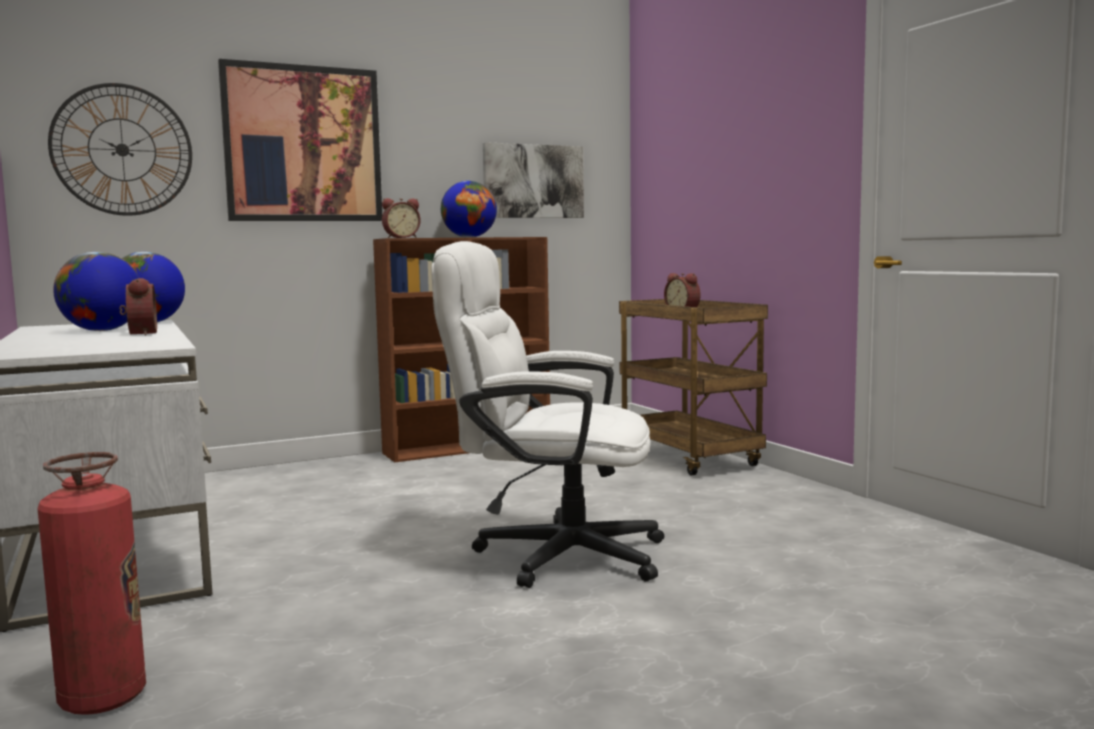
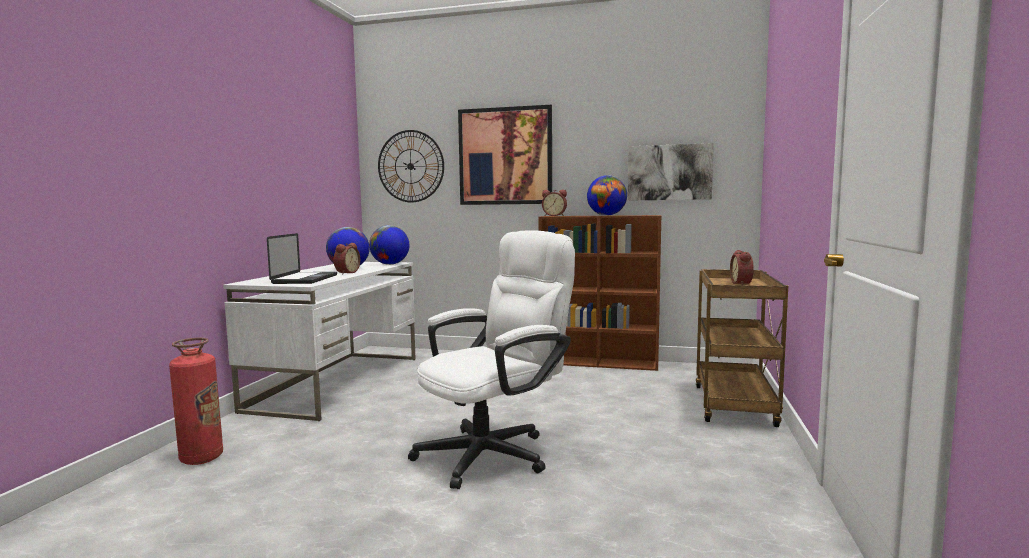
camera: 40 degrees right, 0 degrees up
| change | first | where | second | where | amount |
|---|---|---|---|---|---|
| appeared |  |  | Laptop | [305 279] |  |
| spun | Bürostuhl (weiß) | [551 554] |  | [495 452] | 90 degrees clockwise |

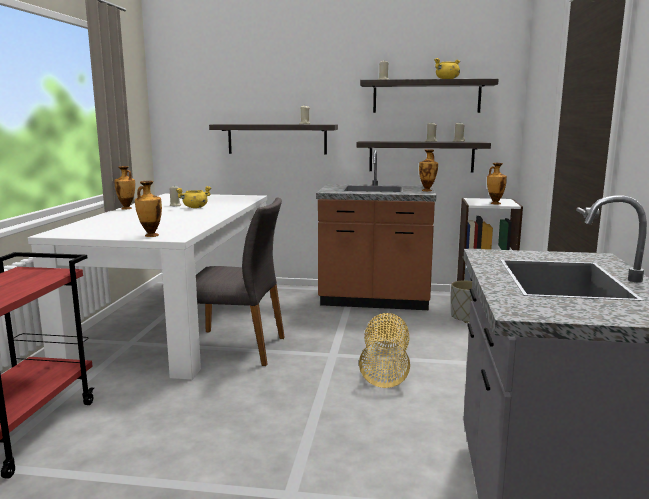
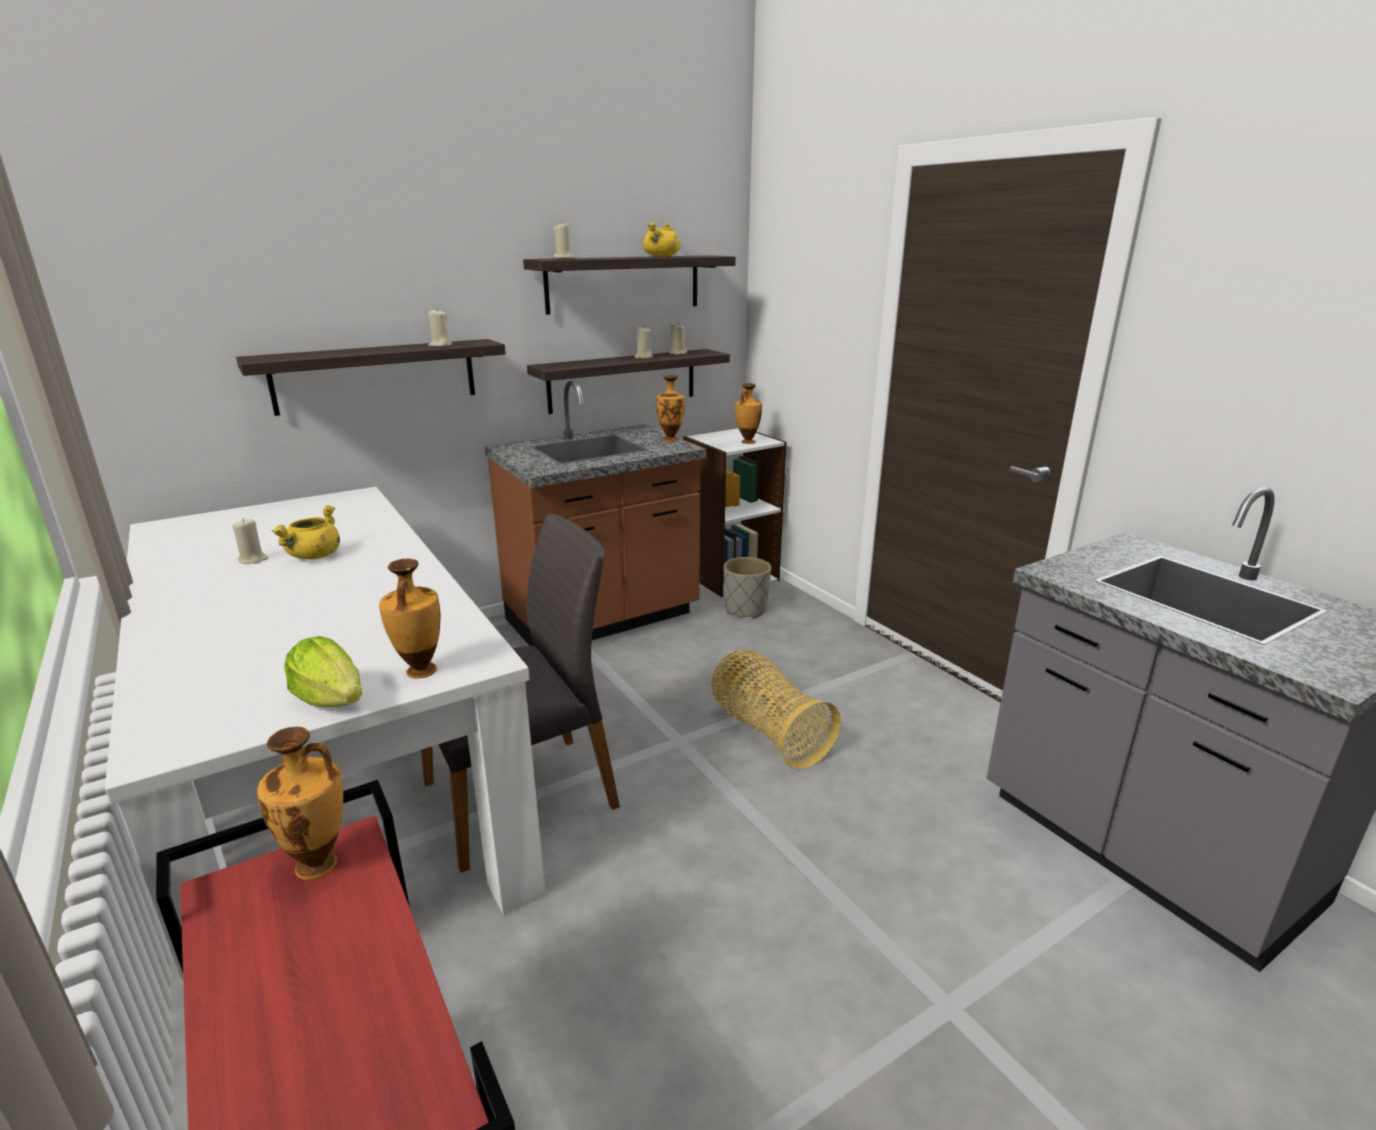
camera: 40 degrees left, 10 degrees up
| change | first | where | second | where | amount |
|---|---|---|---|---|---|
| relocated | Vase | [127 208] |  | [319 866] |  |
| appeared |  |  | Salatkopf | [331 699] |  |

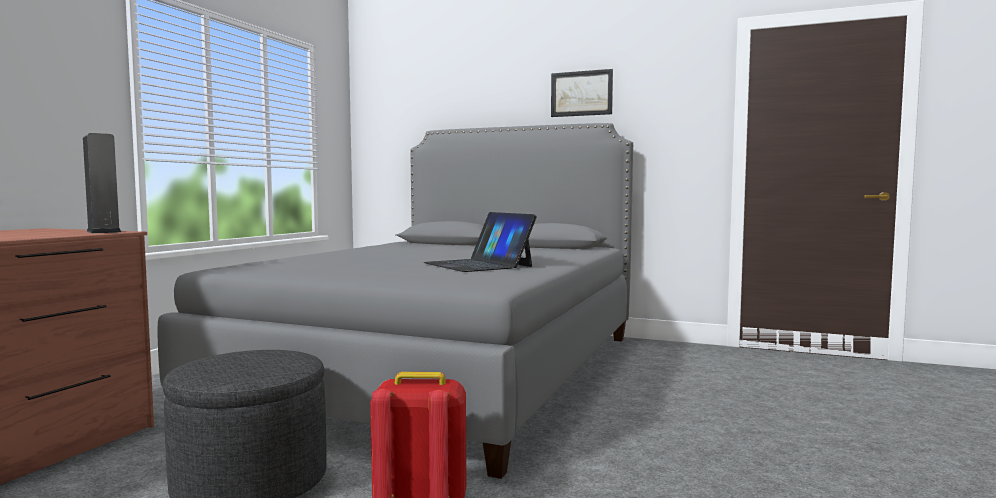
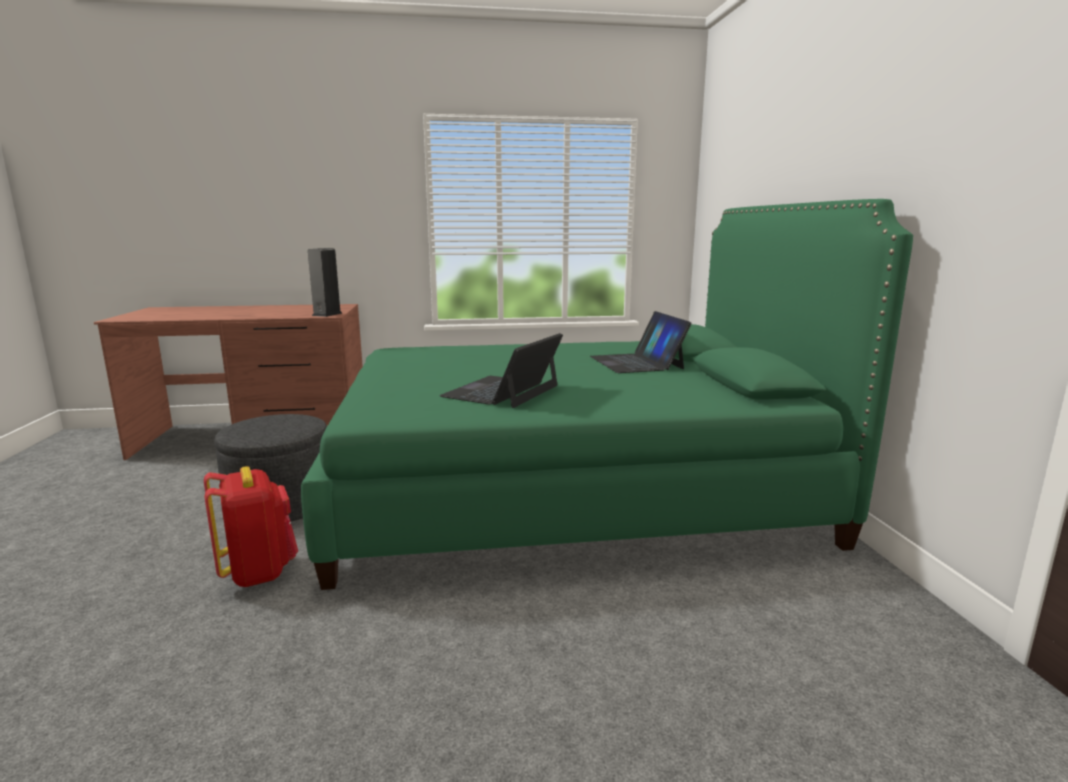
camera: 60 degrees right, 10 degrees up
| change | first | where | second | where | amount |
|---|---|---|---|---|---|
| colour | Bett (grau) | [444 369] | Bett (grün) | [569 488] |  |
| appeared |  |  | Laptop | [636 362] |  |
| missing | Bild | [581 93] |  |  |  |

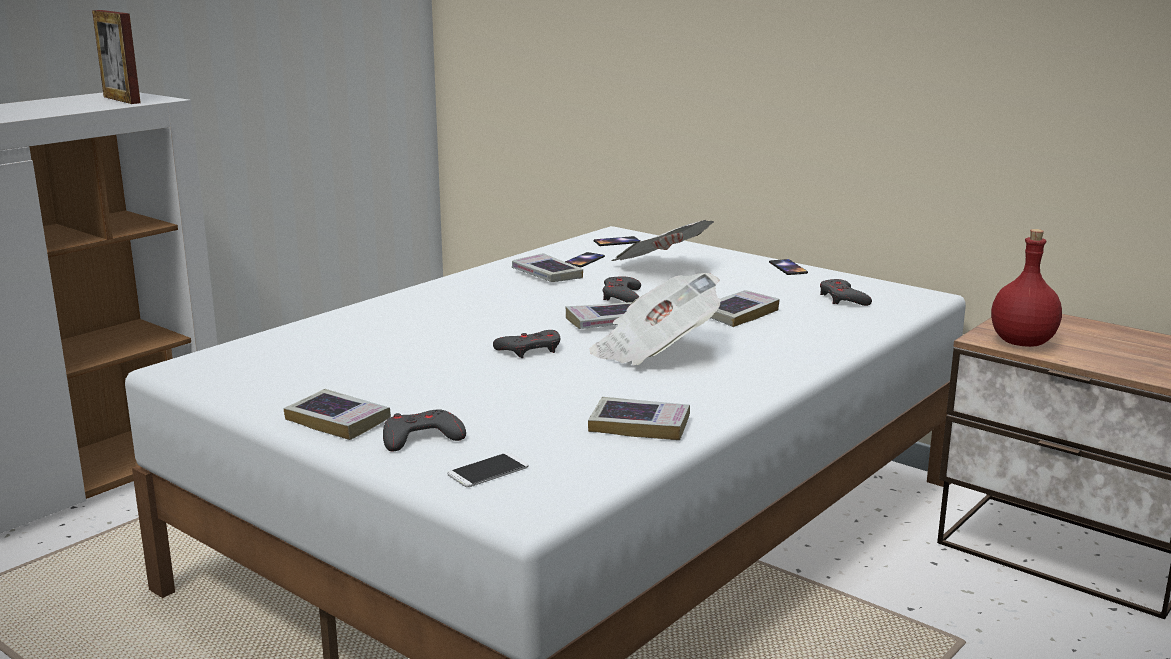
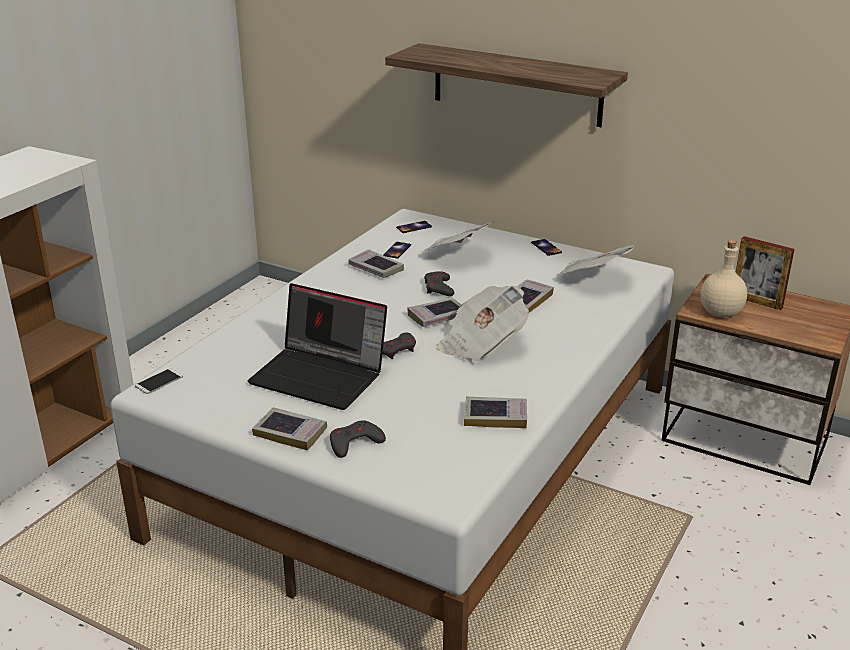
camera: 10 degrees left, 10 degrees up
| change | first | where | second | where | amount |
|---|---|---|---|---|---|
| relocated | Handy | [488 471] |  | [159 382] |  |
| appeared |  |  | Laptop | [321 376] |  |
| appeared |  |  | Wandregal | [516 85] |  |
| exchanged | Gamepad (grau) | [843 299] | Zeitung | [593 278] |  |
| colour | Flasche (rot) | [1022 342] | Flasche (beige) | [720 312] |  |
| relocated | Bilderrahmen | [121 100] |  | [757 301] |  |

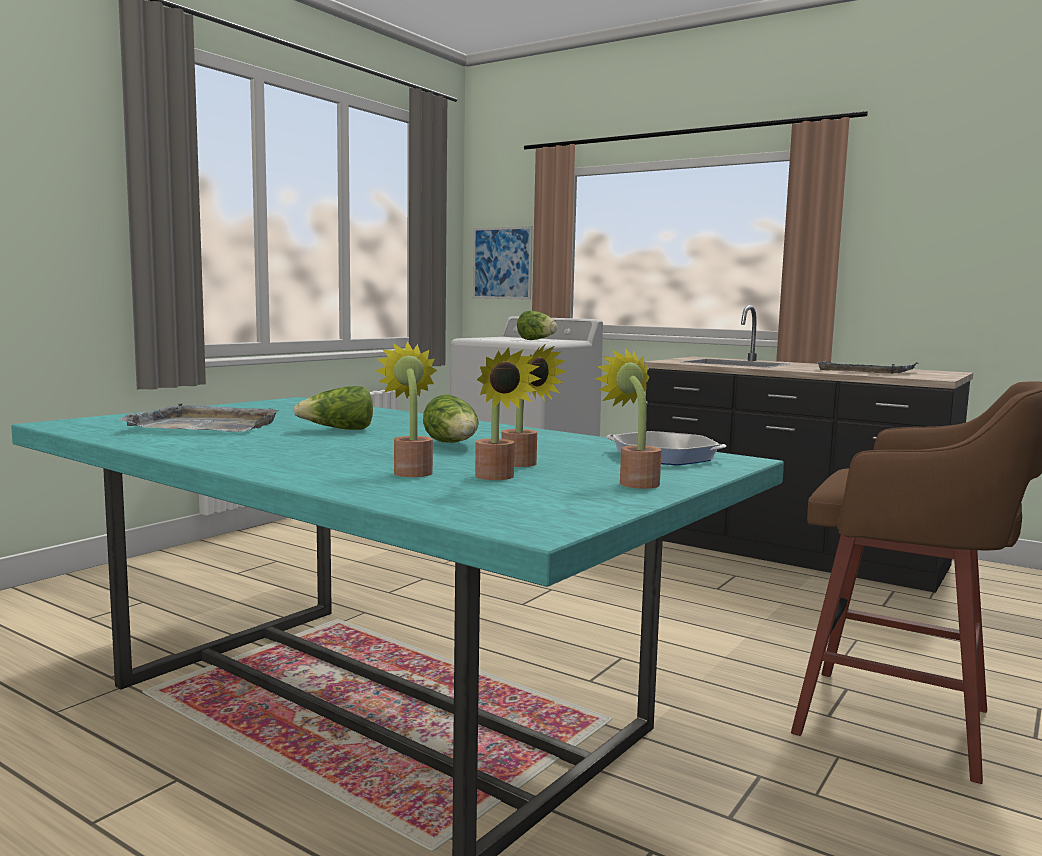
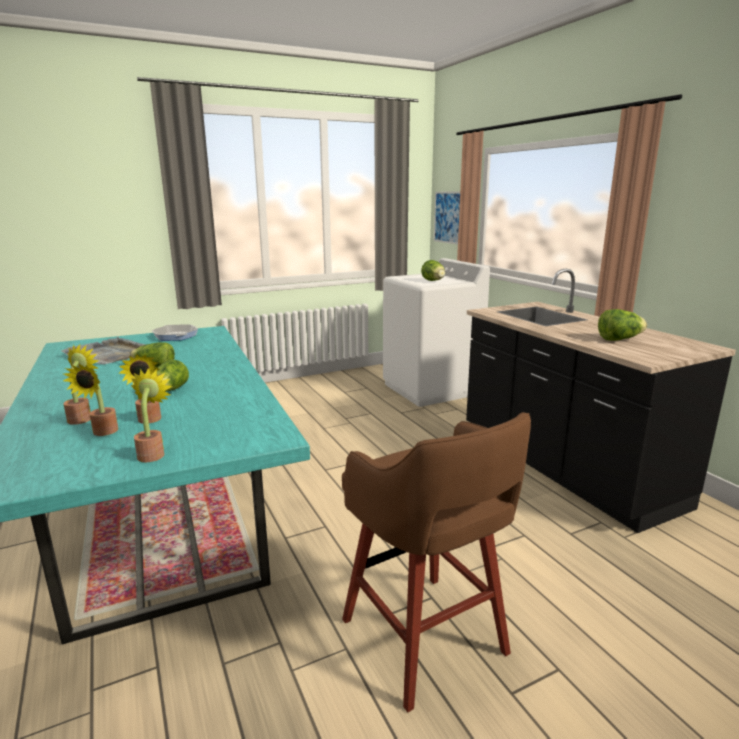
camera: 30 degrees right, 10 degrees up
| change | first | where | second | where | amount |
|---|---|---|---|---|---|
| relocated | Pfanne | [664 456] |  | [175 336] |  |
| exchanged | Tablett (grau) | [867 371] | Salatkopf | [619 339] |  |

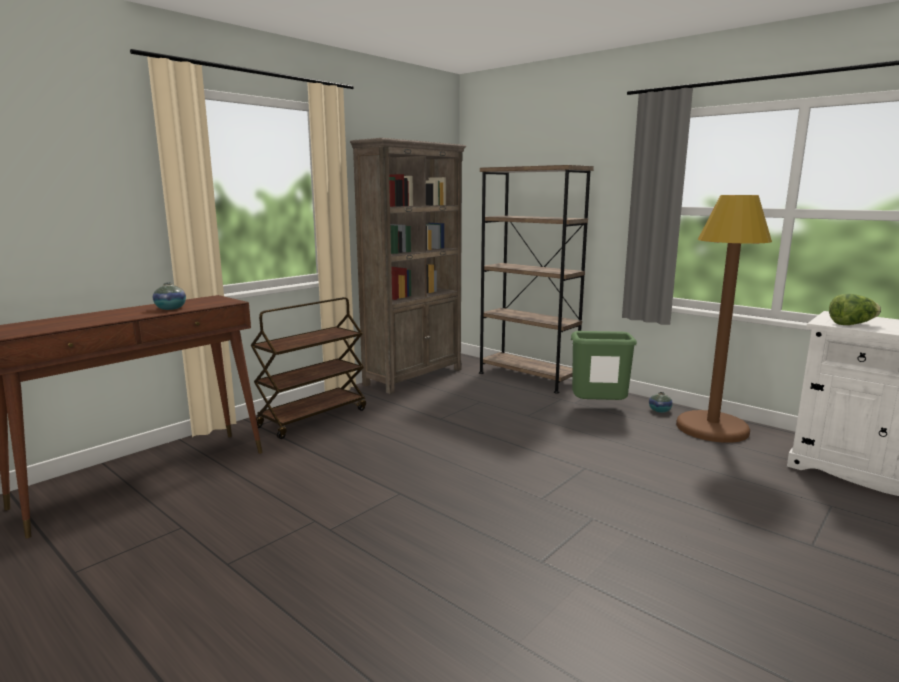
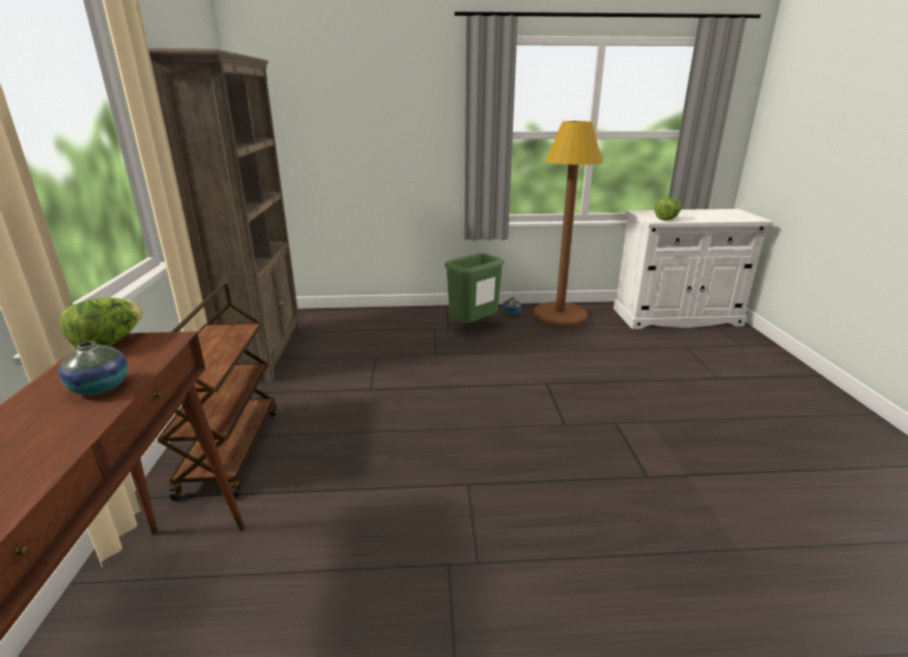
camera: 45 degrees left, 10 degrees up
| change | first | where | second | where | amount |
|---|---|---|---|---|---|
| appeared |  |  | Salatkopf | [109 343] |  |
| missing | Bücherregal (braun) | [527 378] |  |  |  |

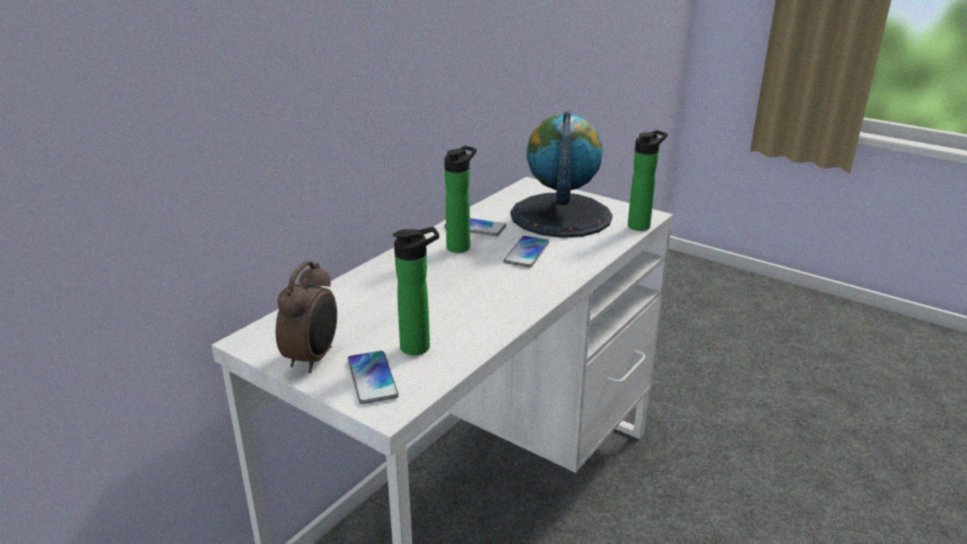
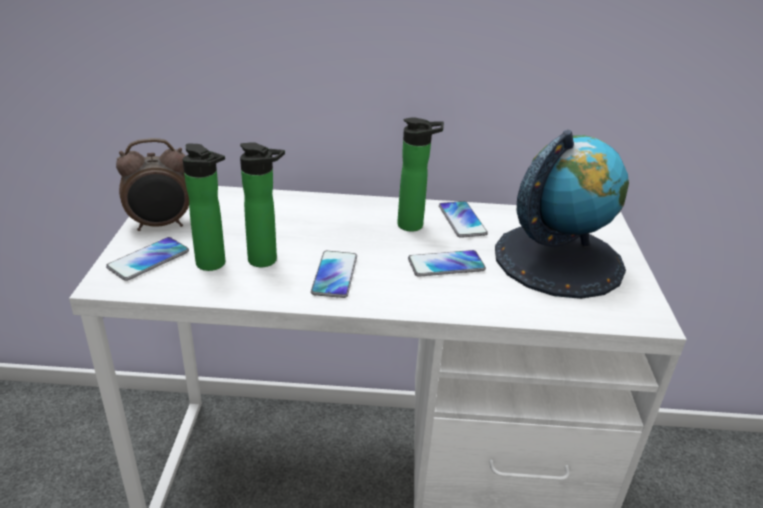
camera: 55 degrees right, 5 degrees up
| change | first | where | second | where | amount |
|---|---|---|---|---|---|
| relocated | Flasche | [641 225] |  | [266 261] |  |
| appeared |  |  | Handy | [334 275] |  |

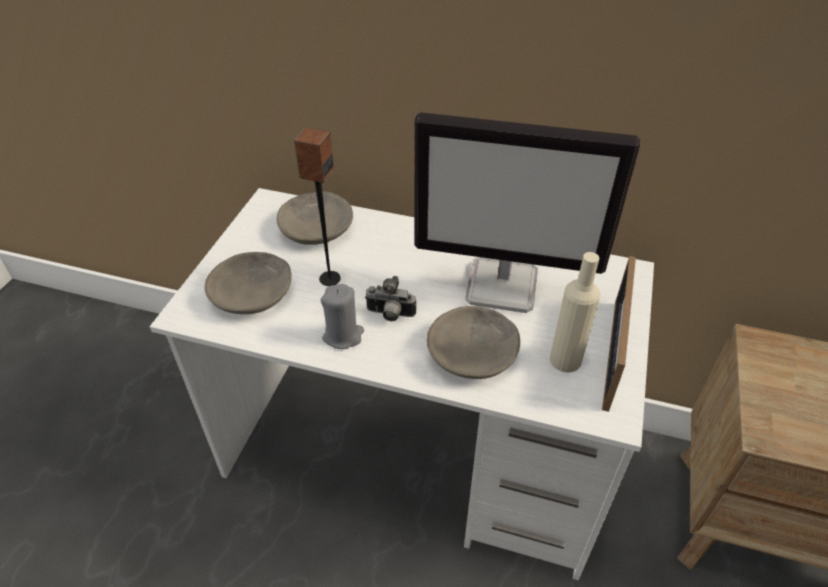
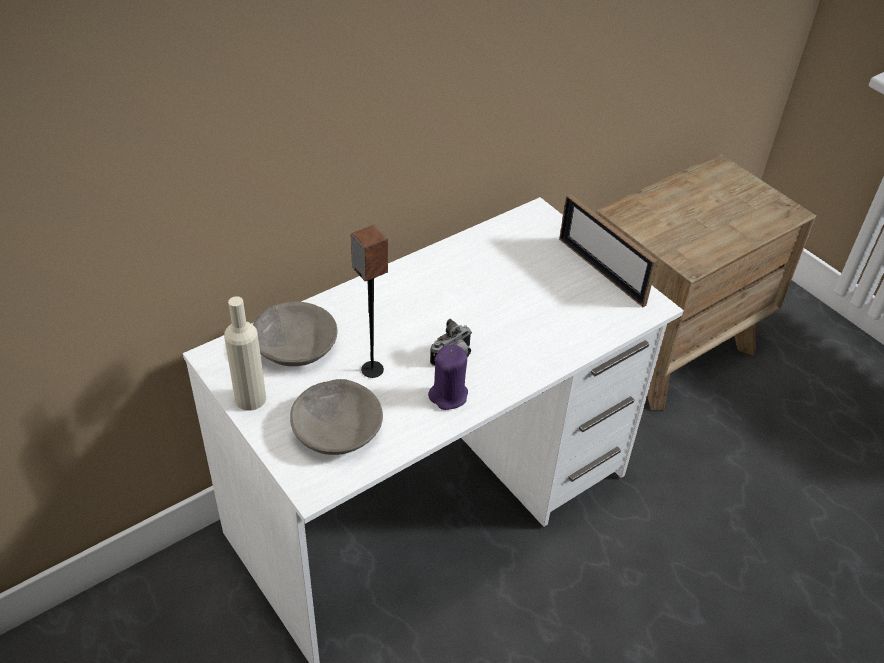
camera: 55 degrees left, 0 degrees up
| change | first | where | second | where | amount |
|---|---|---|---|---|---|
| relocated | Flasche (beige) | [565 360] |  | [250 399] |  |
| colour | Kerze (grau) | [343 335] | Kerze (lila) | [448 395] |  |
| missing | Monitor | [503 286] |  |  |  |
| missing | Schüssel (grau) | [473 352] |  |  |  |

